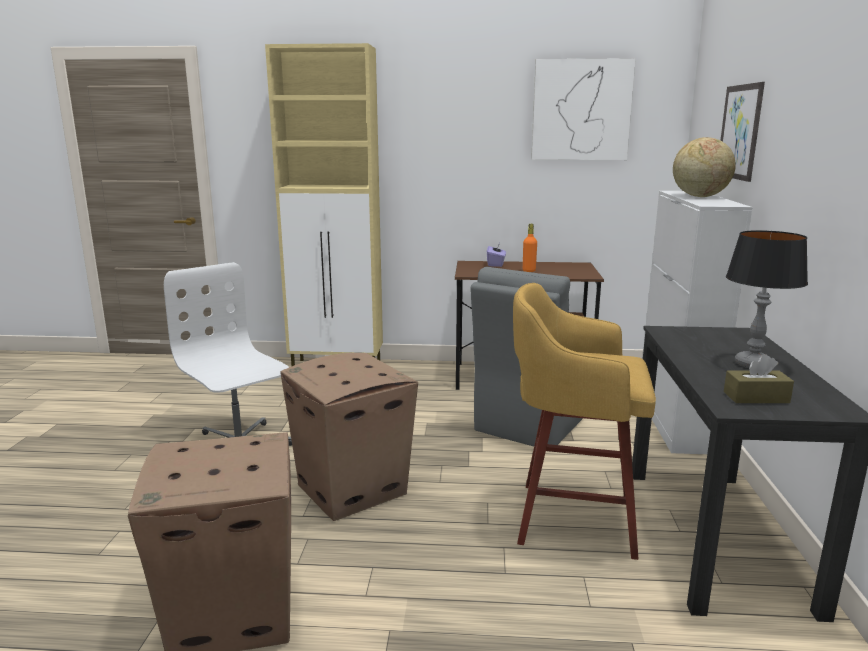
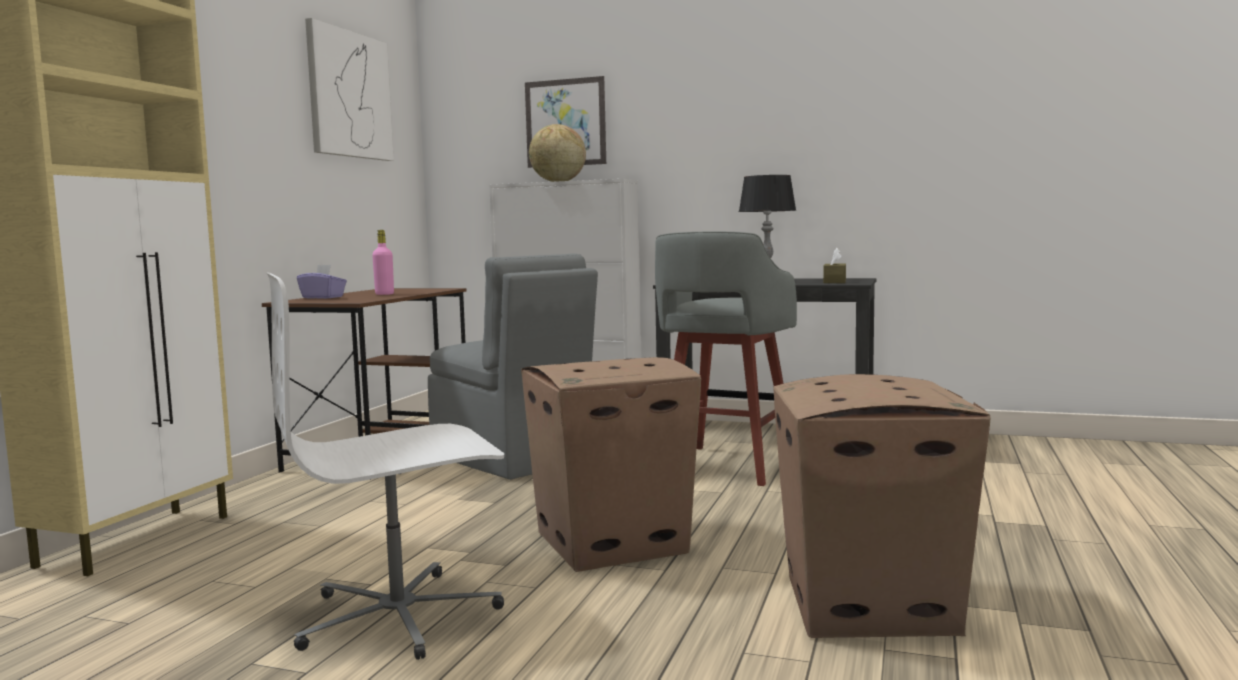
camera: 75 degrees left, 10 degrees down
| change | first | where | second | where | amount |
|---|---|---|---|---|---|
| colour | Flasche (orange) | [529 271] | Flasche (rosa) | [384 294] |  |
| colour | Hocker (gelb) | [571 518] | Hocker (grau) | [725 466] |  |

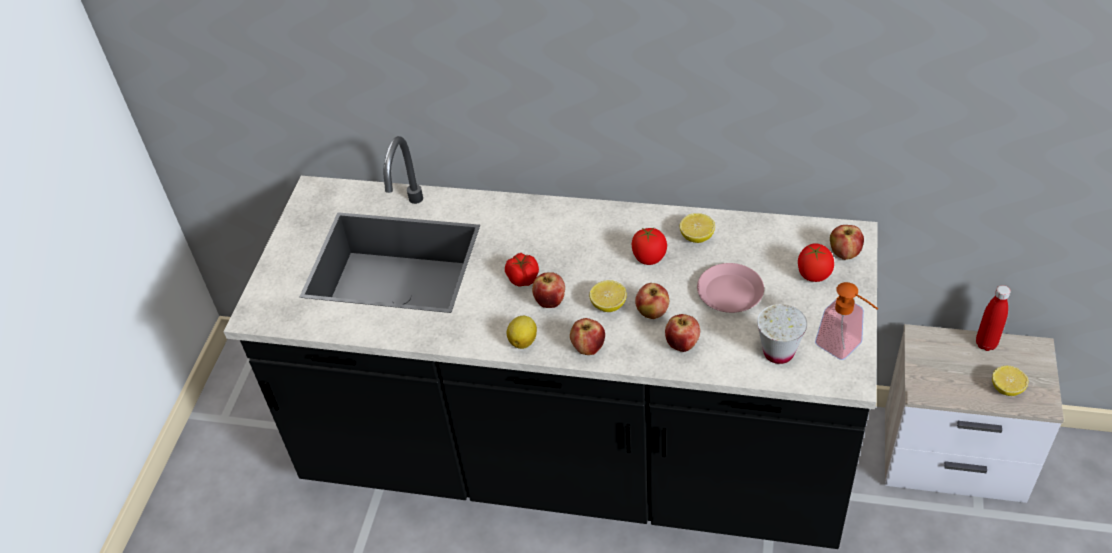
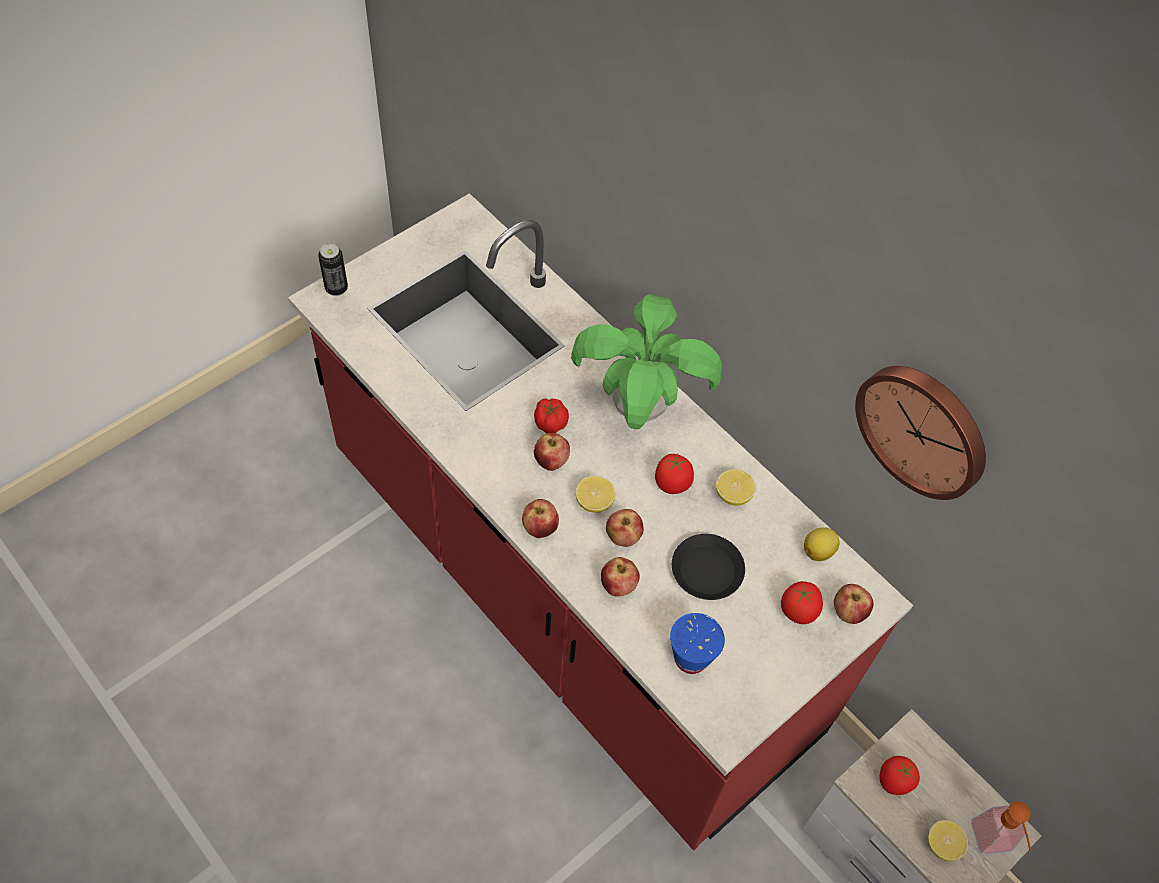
camera: 30 degrees right, 10 degrees up
| change | first | where | second | where | amount |
|---|---|---|---|---|---|
| colour | Küchenzeile (schwarz) | [574 458] | Küchenzeile (rot) | [567 593] |  |
| appeared |  |  | Dose | [336 288] |  |
| appeared |  |  | Topfpflanze | [638 408] |  |
| colour | Tasse (weiß) | [778 352] | Tasse (blau) | [691 658] |  |
| colour | Teller (rosa) | [730 293] | Teller (schwarz) | [706 571] |  |
| relocated | Zitrone | [523 340] |  | [819 551] |  |
| appeared |  |  | Wanduhr | [924 428] |  |
| appeared |  |  | Tomate | [893 781] |  |
| relocated | Seifenspender | [844 347] |  | [993 843] |  |
| missing | Flasche (rot) | [986 344] |  |  |  |

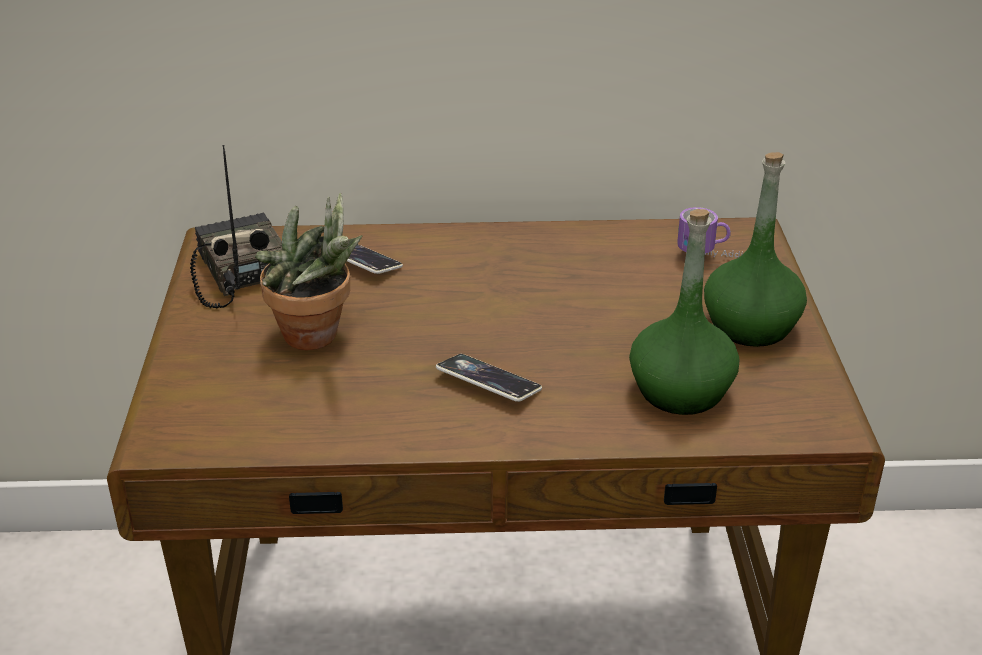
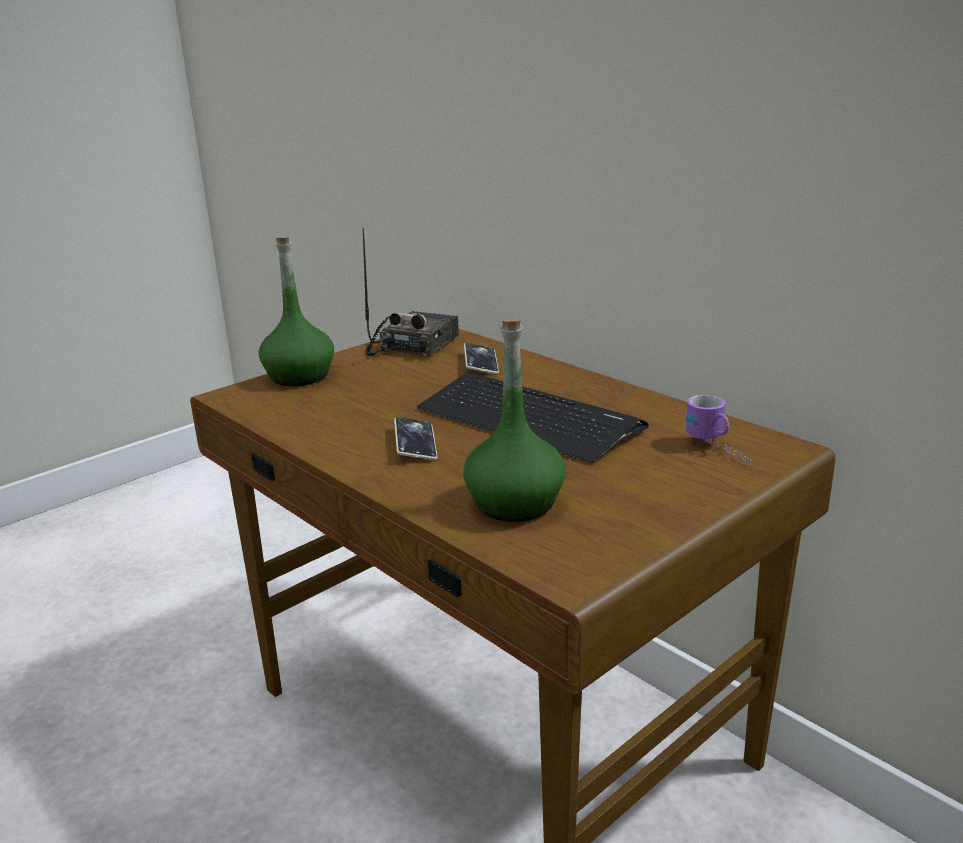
camera: 50 degrees right, 10 degrees down
| change | first | where | second | where | amount |
|---|---|---|---|---|---|
| relocated | Flasche (grün) | [750 326] |  | [299 376] |  |
| appeared |  |  | Tastatur | [528 418] |  |
| missing | Topfpflanze | [318 337] |  |  |  |

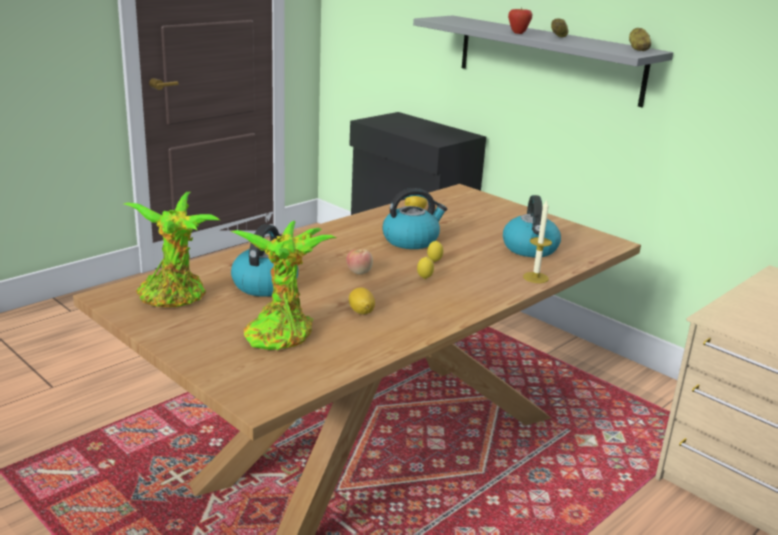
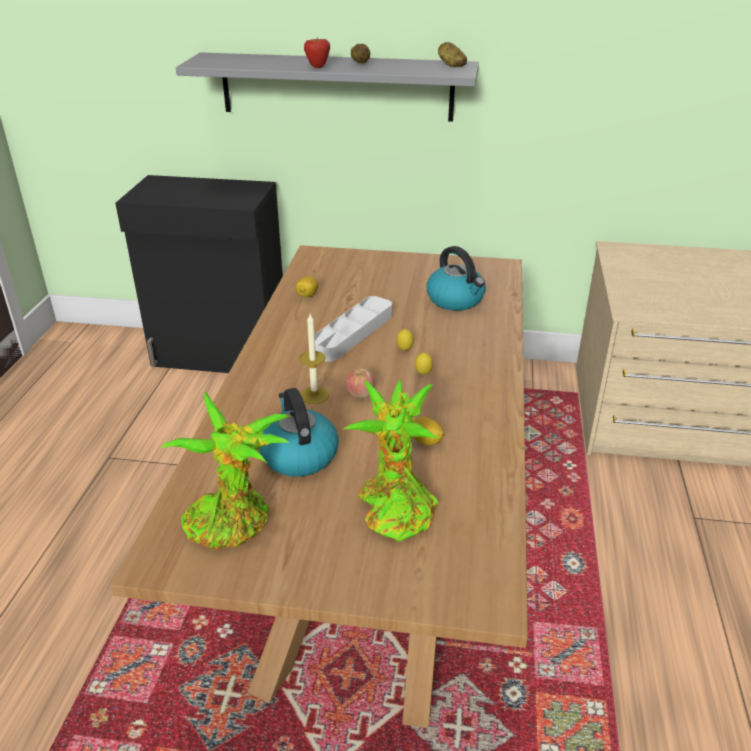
camera: 35 degrees left, 10 degrees up
| change | first | where | second | where | amount |
|---|---|---|---|---|---|
| relocated | Kerze | [535 277] |  | [314 395] |  |
| exchanged | Wasserkessel | [411 240] | Tablett (grau) | [352 333] |  |

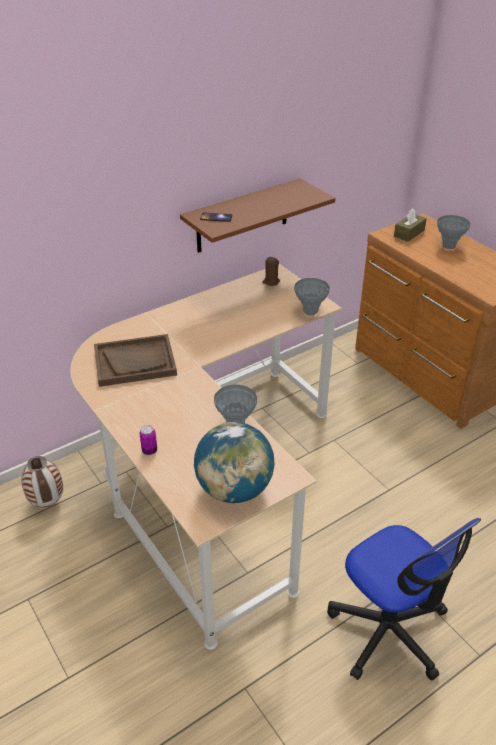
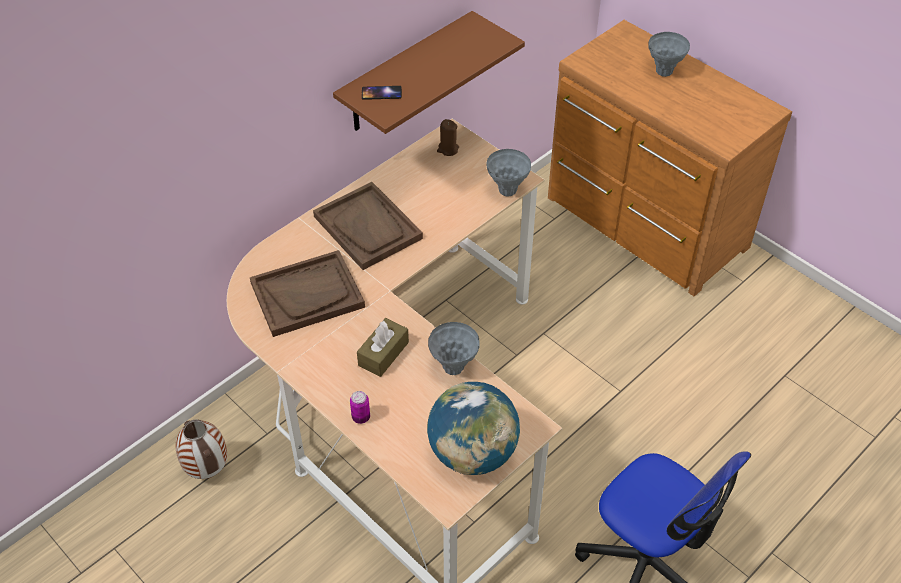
camera: 10 degrees left, 10 degrees up
| change | first | where | second | where | amount |
|---|---|---|---|---|---|
| appeared |  |  | Tablett (braun) | [368 227] |  |
| relocated | Taschentuchbox (braun) | [409 233] |  | [383 354] |  |

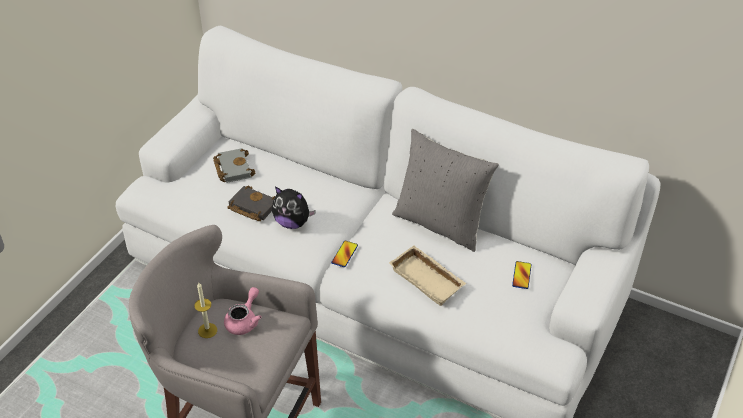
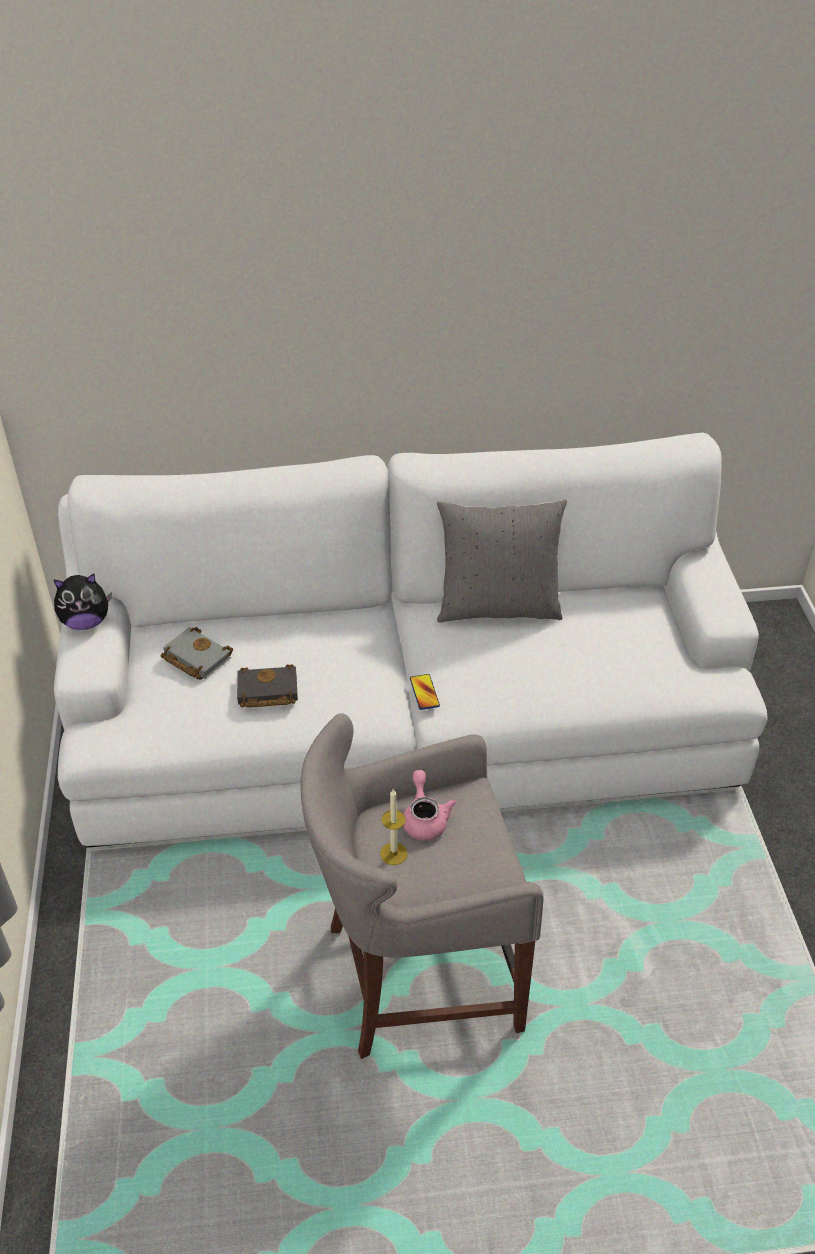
camera: 35 degrees left, 0 degrees up
| change | first | where | second | where | amount |
|---|---|---|---|---|---|
| relocated | Plüschtier | [292 223] |  | [86 622] |  |
| missing | Tablett (beige) | [428 279] |  |  |  |
| missing | Handy | [521 275] |  |  |  |

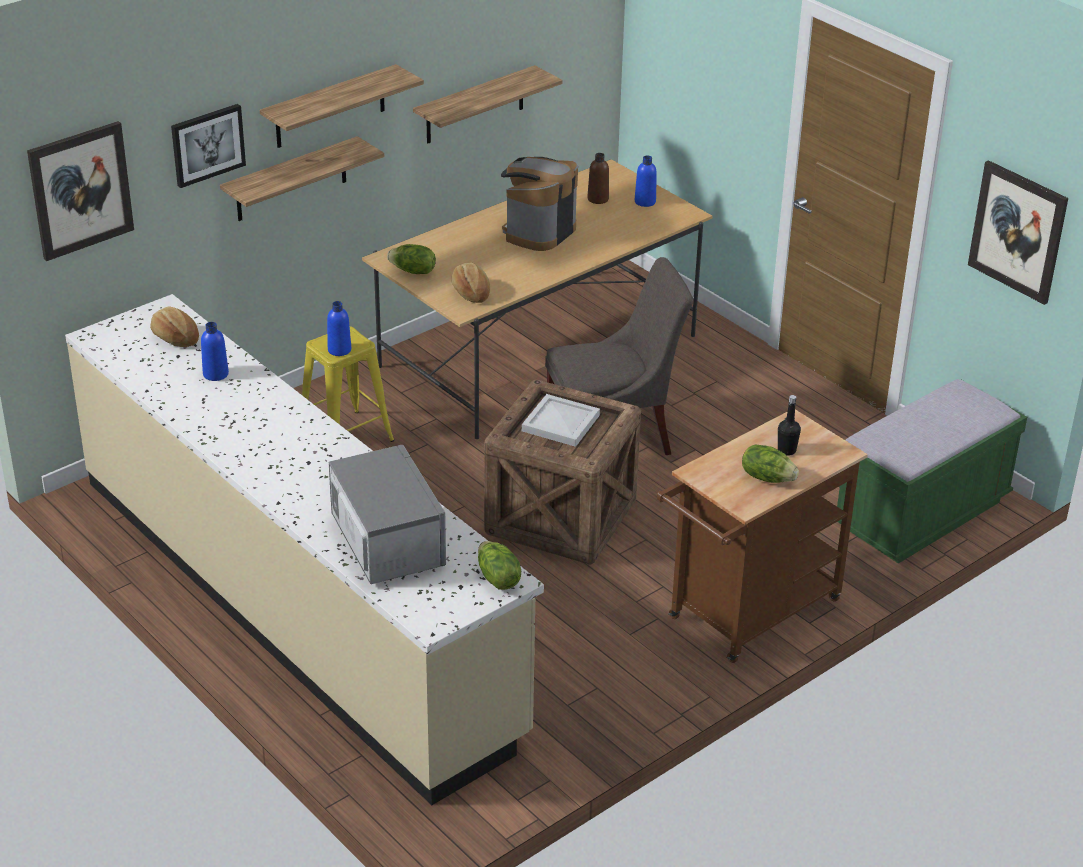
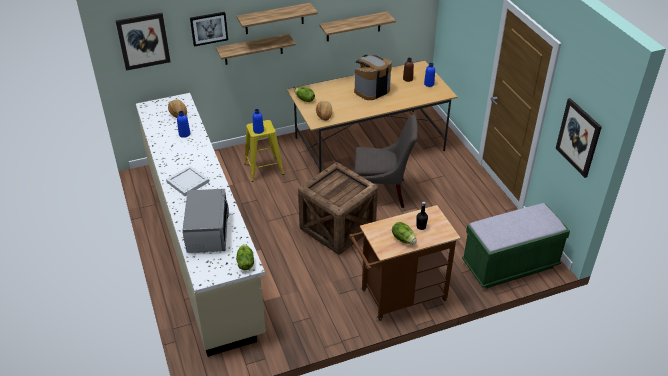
camera: 20 degrees right, 5 degrees up
| change | first | where | second | where | amount |
|---|---|---|---|---|---|
| relocated | Tablett (weiß) | [560 422] |  | [188 181] |  |

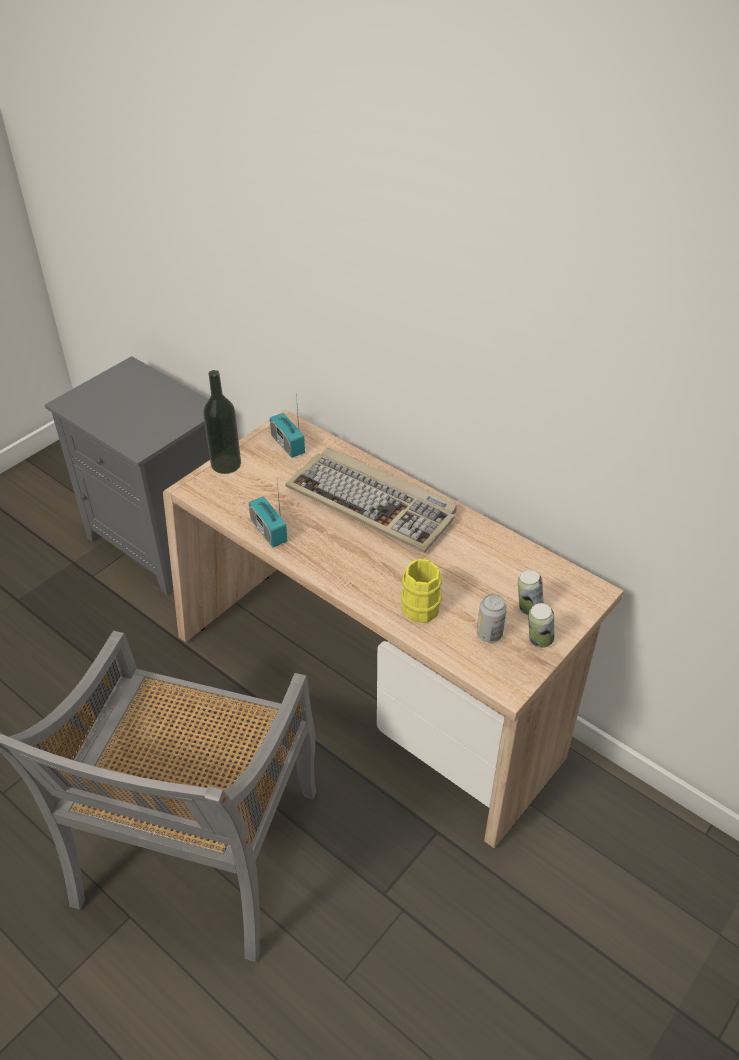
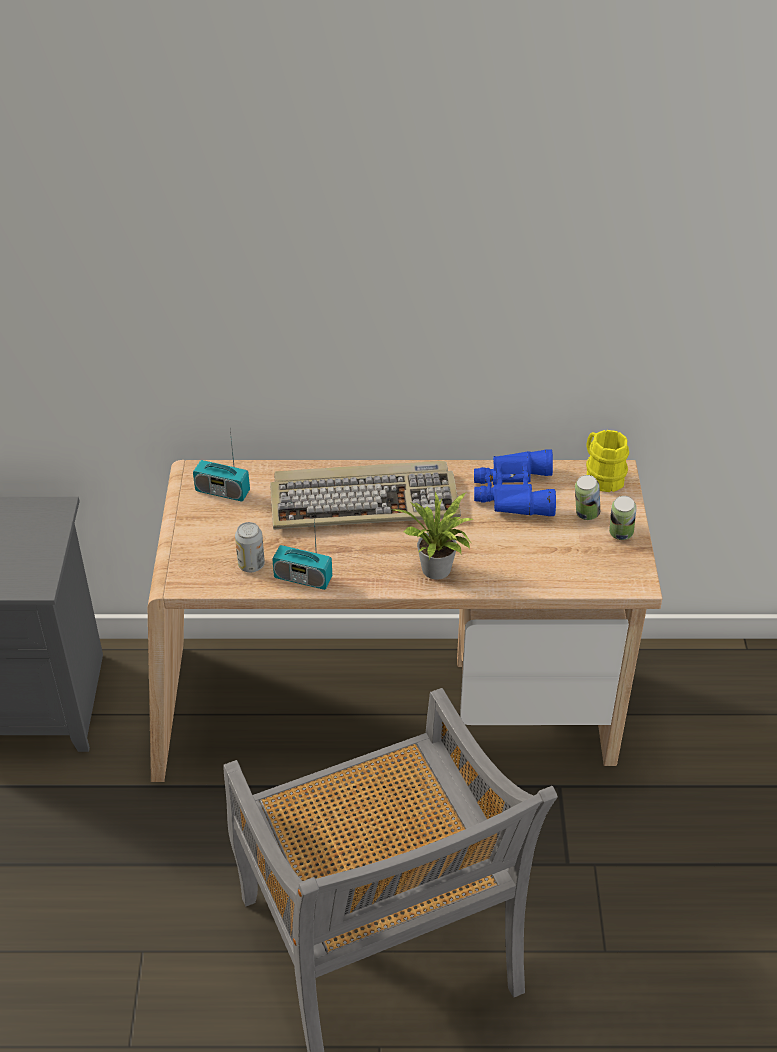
camera: 40 degrees left, 0 degrees up
| change | first | where | second | where | amount |
|---|---|---|---|---|---|
| relocated | Dose | [489 634] |  | [251 565] |  |
| appeared |  |  | Topfpflanze | [437 572] |  |
| appeared |  |  | Fernglas (blau) | [512 492] |  |
| relocated | Henkelbecher (gelb) | [421 603] |  | [601 476] |  |
| missing | Flasche | [226 464] |  |  |  |

